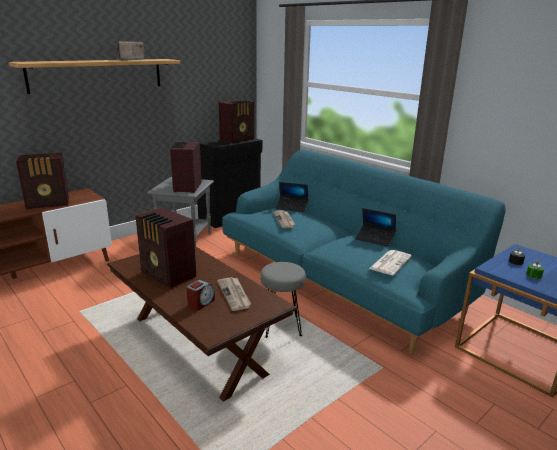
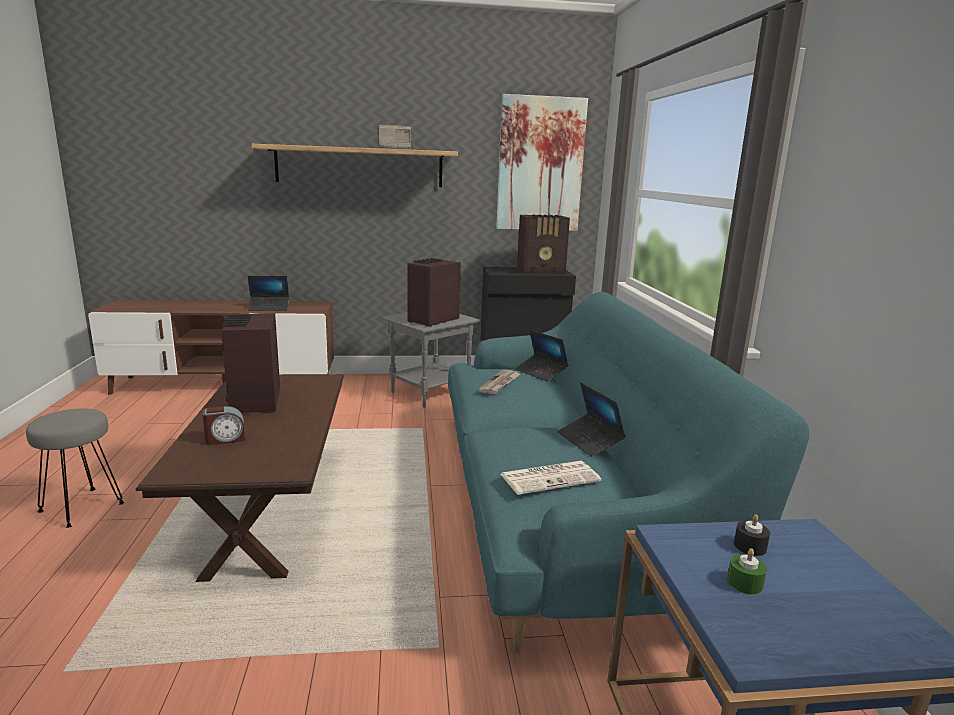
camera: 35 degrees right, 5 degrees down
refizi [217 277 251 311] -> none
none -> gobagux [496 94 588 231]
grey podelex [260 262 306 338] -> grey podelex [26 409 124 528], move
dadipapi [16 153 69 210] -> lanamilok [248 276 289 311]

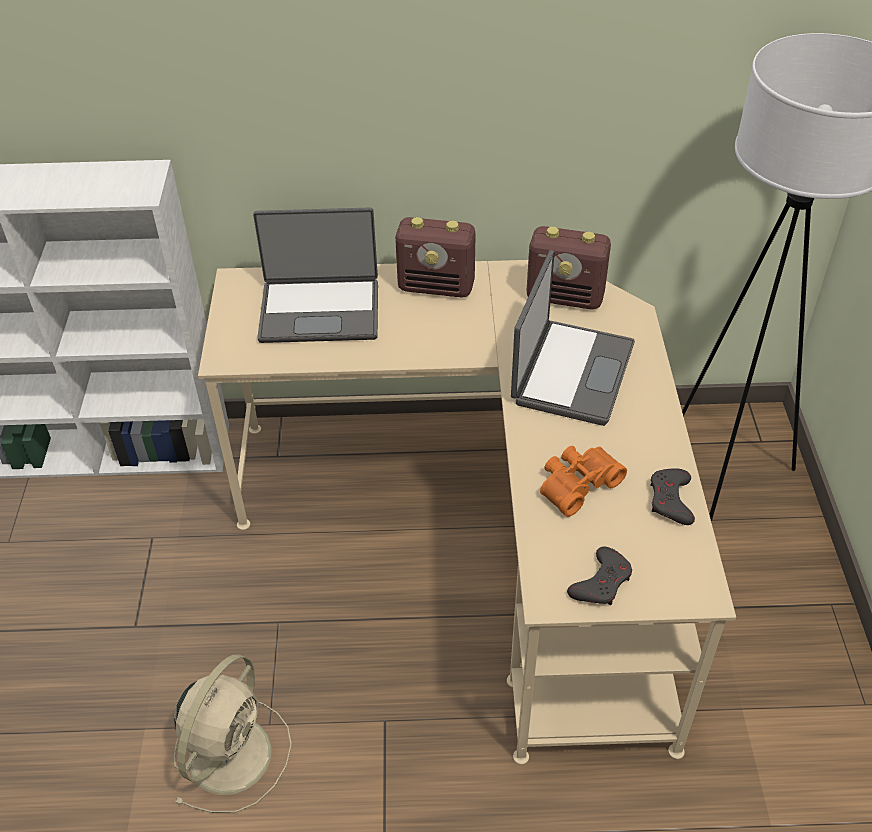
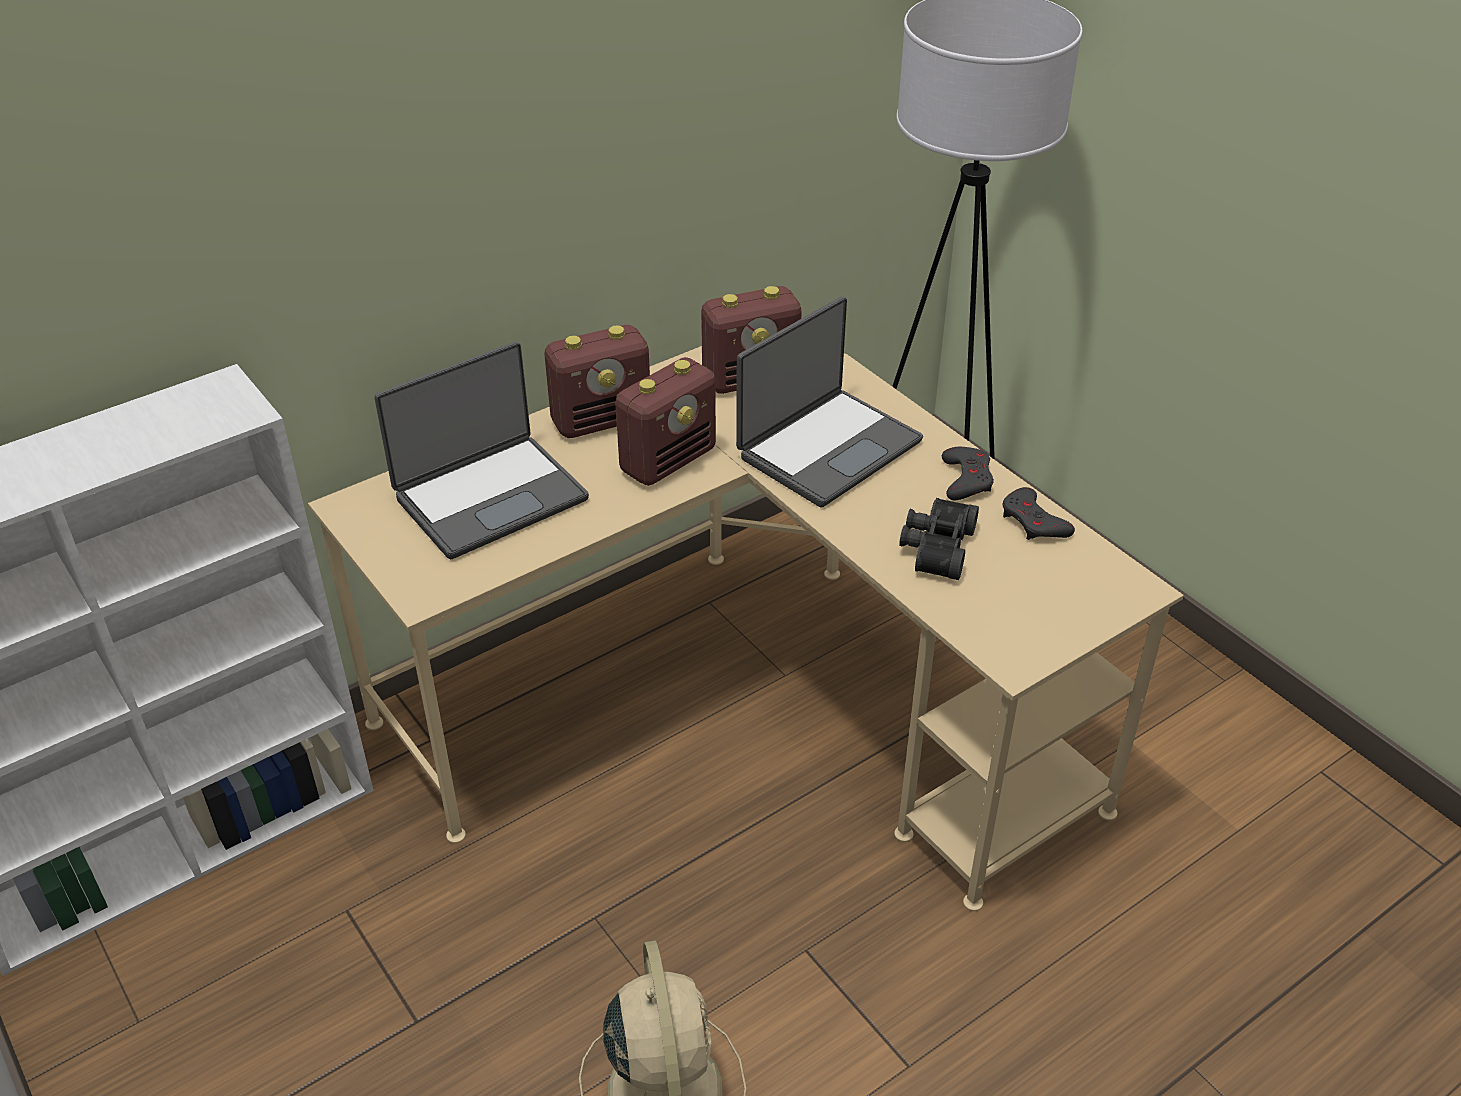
camera: 35 degrees left, 5 degrees down
none -> dadipapi [615 357 716 486]
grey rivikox [567 547 632 605] -> grey rivikox [942 447 994 500], move
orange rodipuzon [540 446 627 517] -> black rodipuzon [899 498 979 580]
lanamilok [511 250 635 426] -> lanamilok [736 297 923 508], 60 degrees clockwise

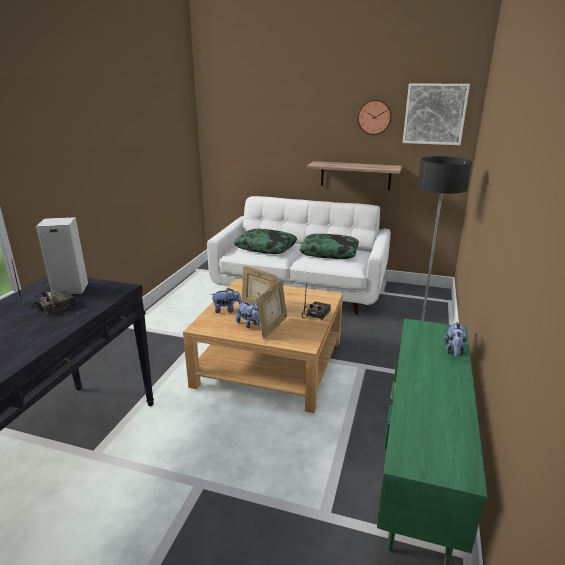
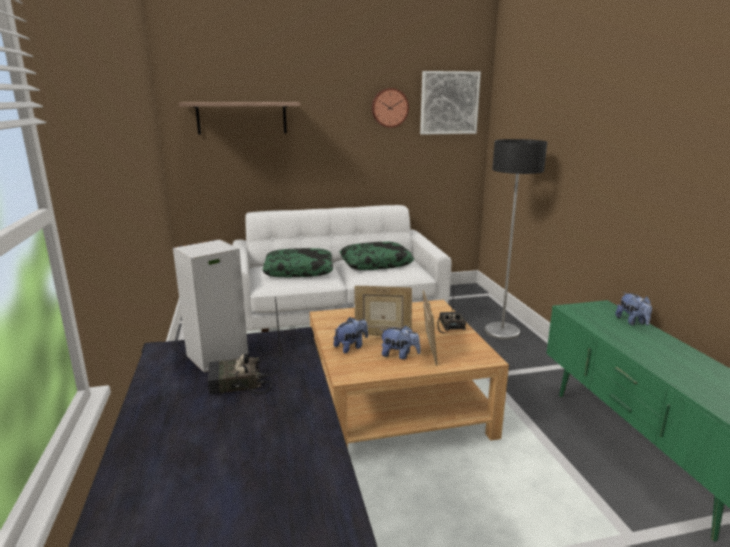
camera: 30 degrees left, 5 degrees down
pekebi [307 161 402 190] -> pekebi [179 102 300 135], move
dadipapi [12 261 76 315] -> dadipapi [208 297 282 395], 120 degrees counterclockwise

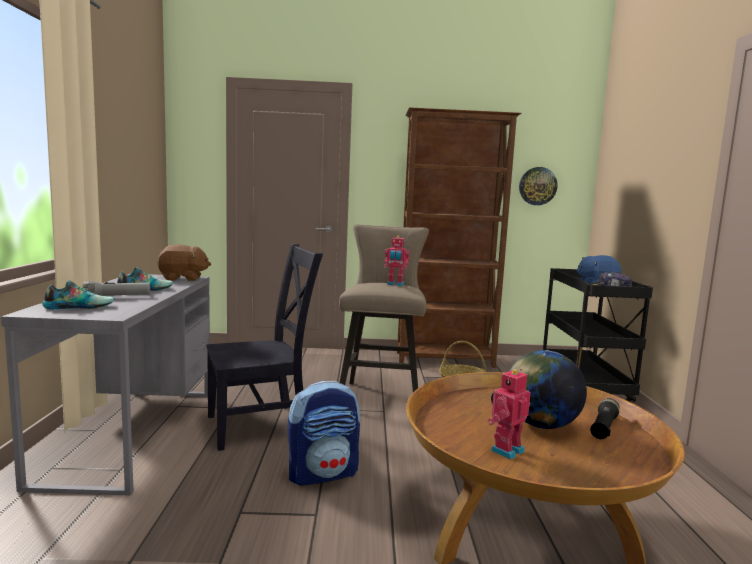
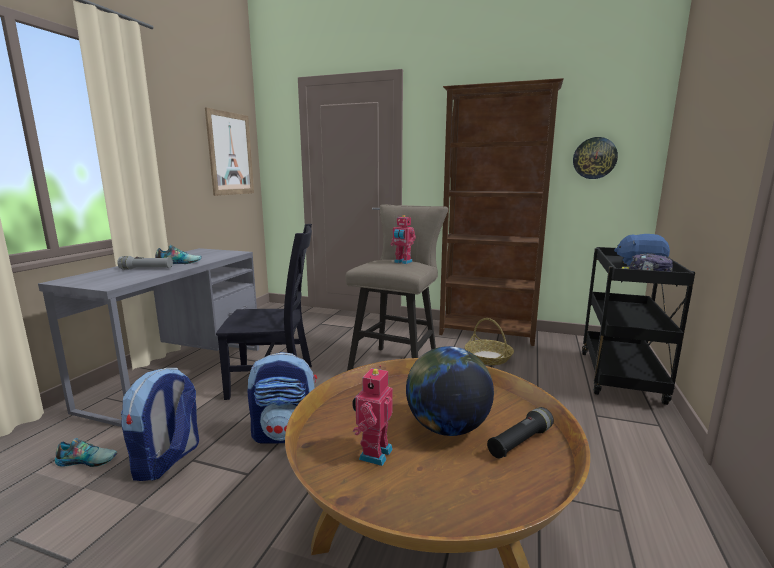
camera: 20 degrees right, 5 degrees up
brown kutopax [158 245 211 281] -> none
none -> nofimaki [121 368 199 481]
none -> gobagux [205 107 254 196]
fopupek [42 280 115 310] -> fopupek [55 438 117 467], move
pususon [488 369 531 460] -> pususon [352 366 393 466], 45 degrees counterclockwise

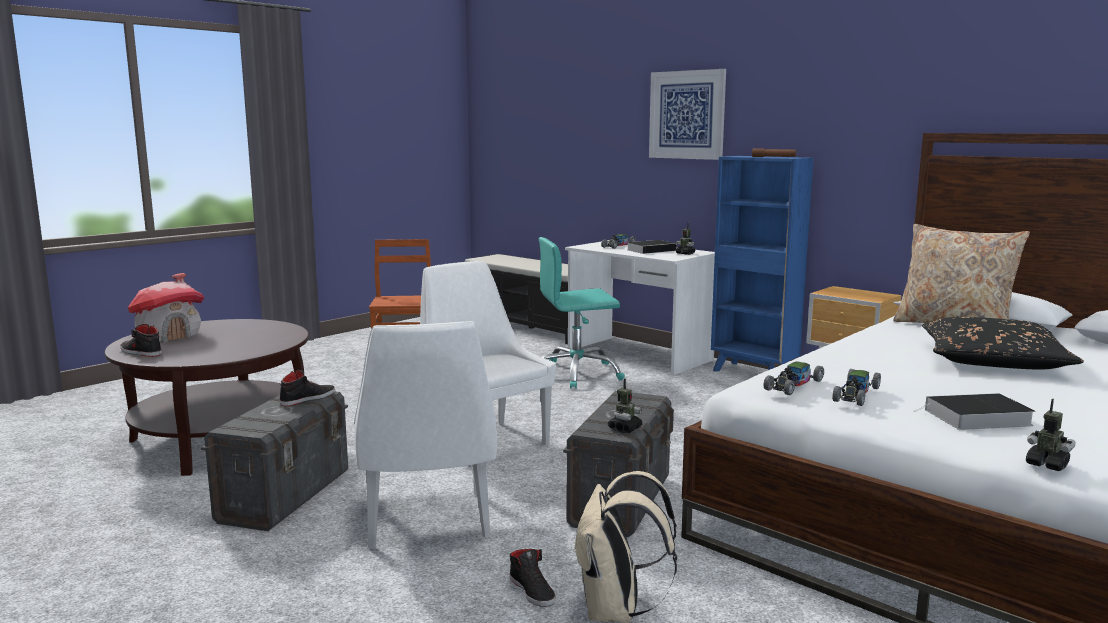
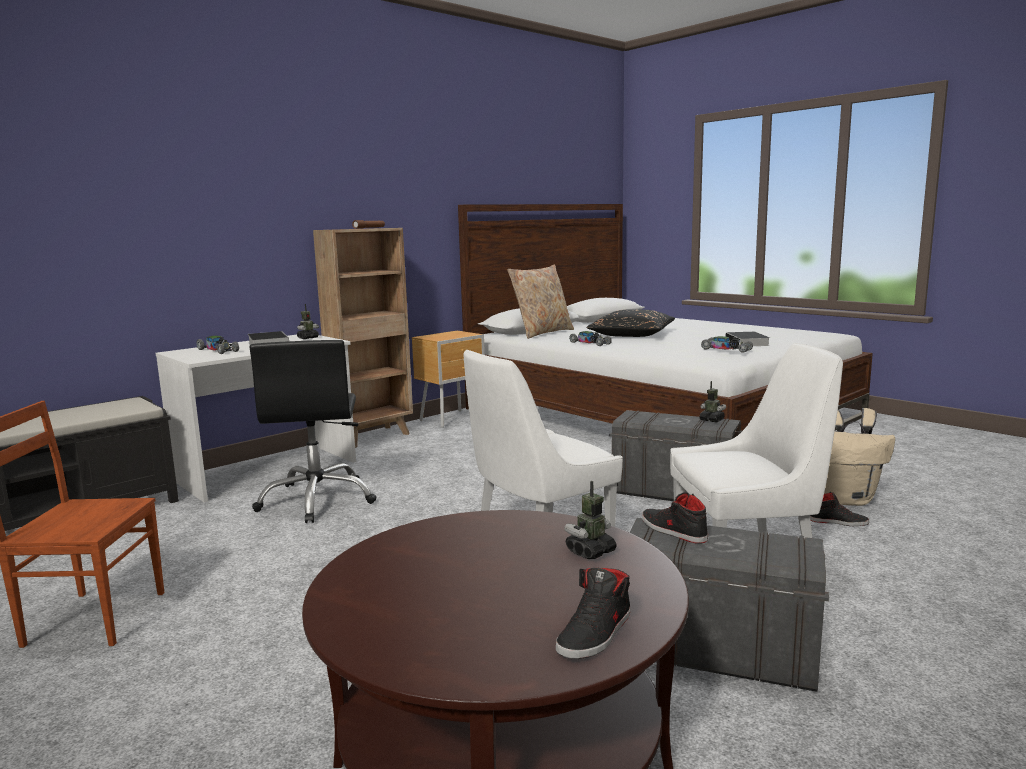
camera: 85 degrees left, 0 degrees up
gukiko [128 273 204 343] -> none
gobagux [649 69 726 160] -> none
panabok [764 361 824 395] -> panabok [569 331 612 346], move
pususon [1026 399 1076 471] -> pususon [564 481 617 559], move
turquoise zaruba [539 237 625 389] -> black zaruba [250 340 377 523]
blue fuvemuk [711 156 813 372] -> brown fuvemuk [313 228 413 448]
black fopupek [510 549 555 607] -> black fopupek [810 492 870 526], 45 degrees clockwise

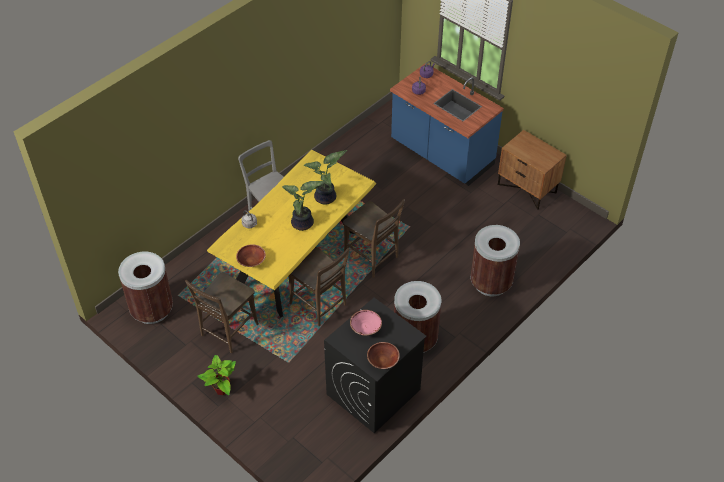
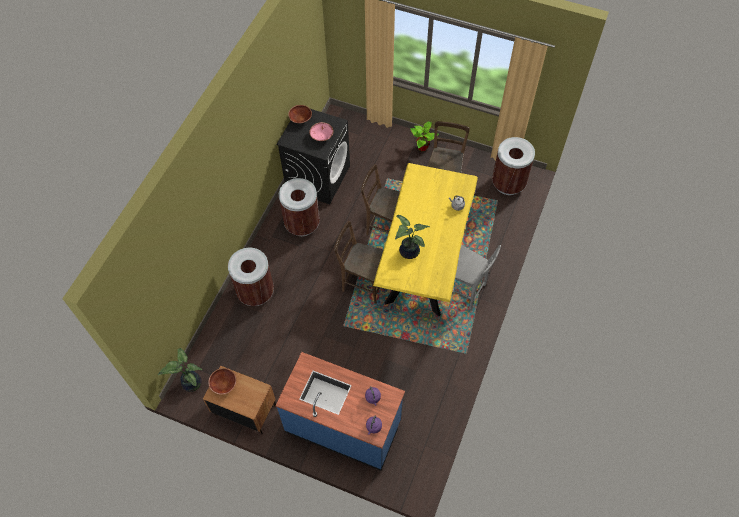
camera: 160 degrees right, 10 degrees up
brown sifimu [236 244 266 267] -> brown sifimu [208 368 236 395], move
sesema [282 181 327 231] -> sesema [158 348 202 392], move

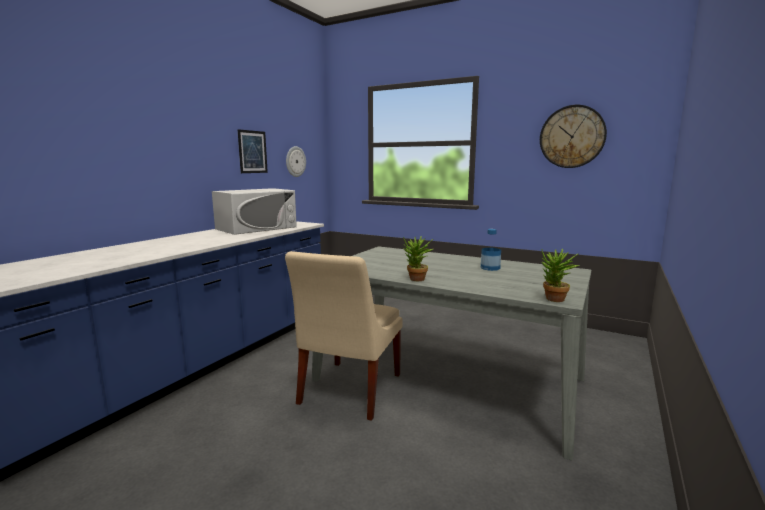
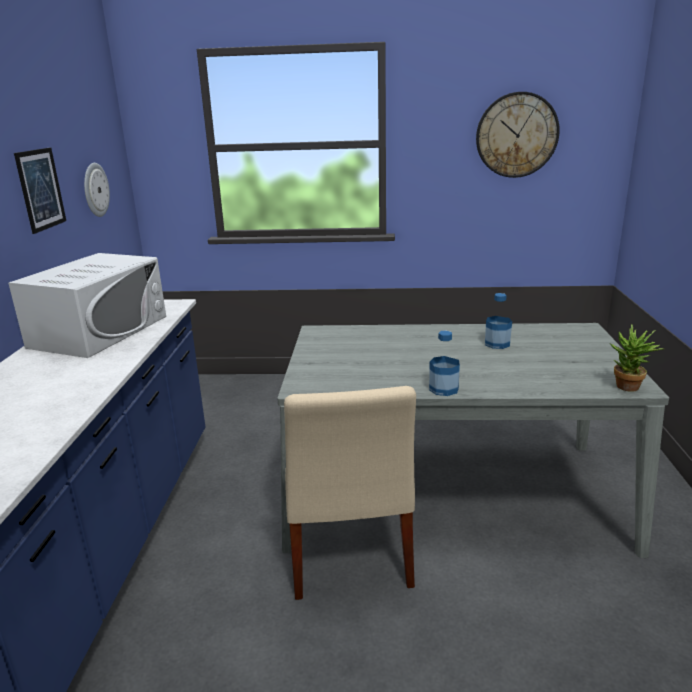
camera: 25 degrees left, 10 degrees up
sesema [403 236 434 281] -> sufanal [429 330 460 396]

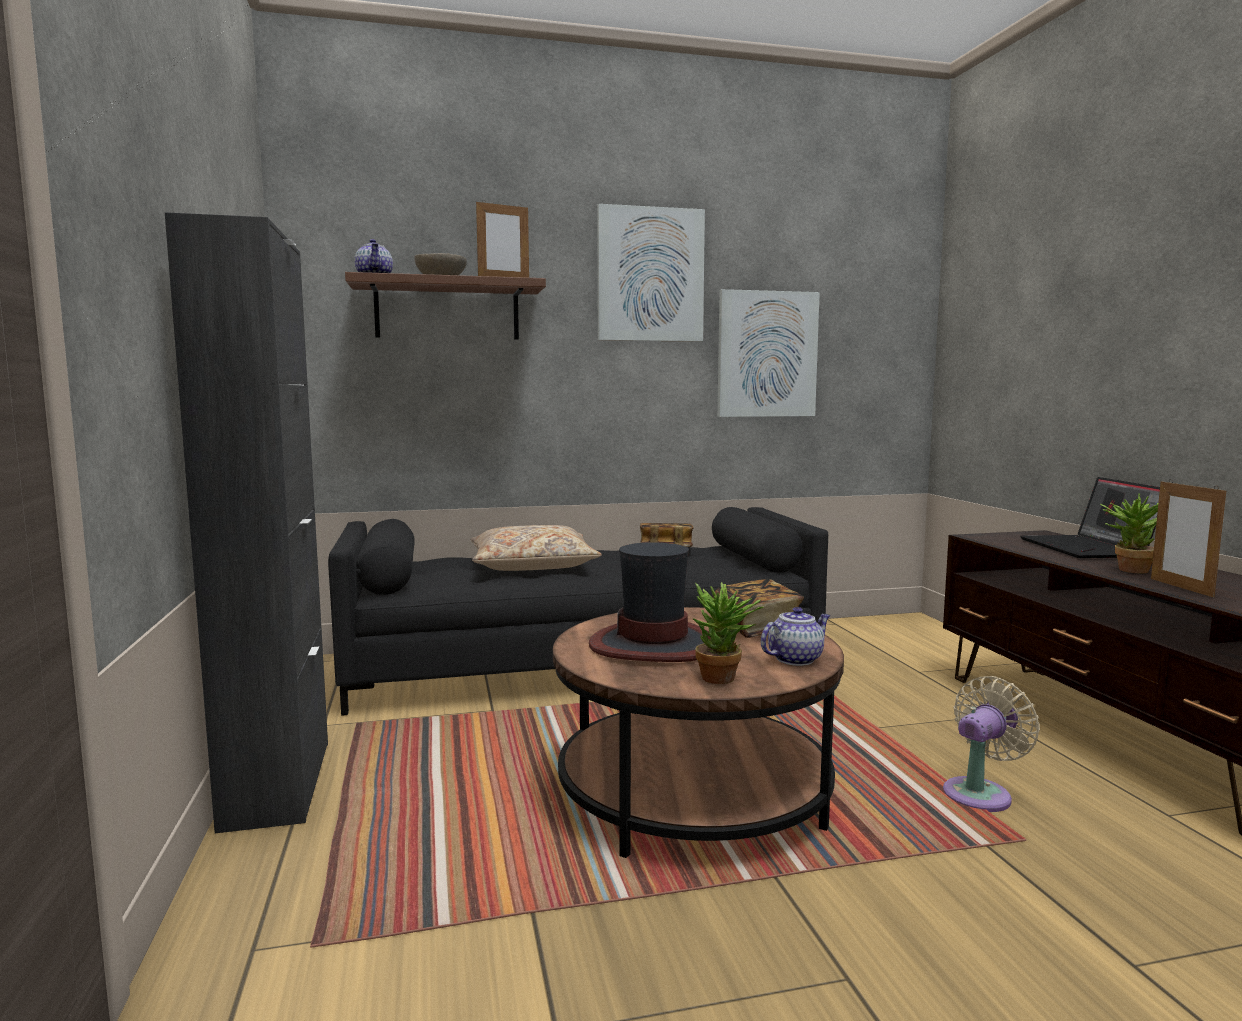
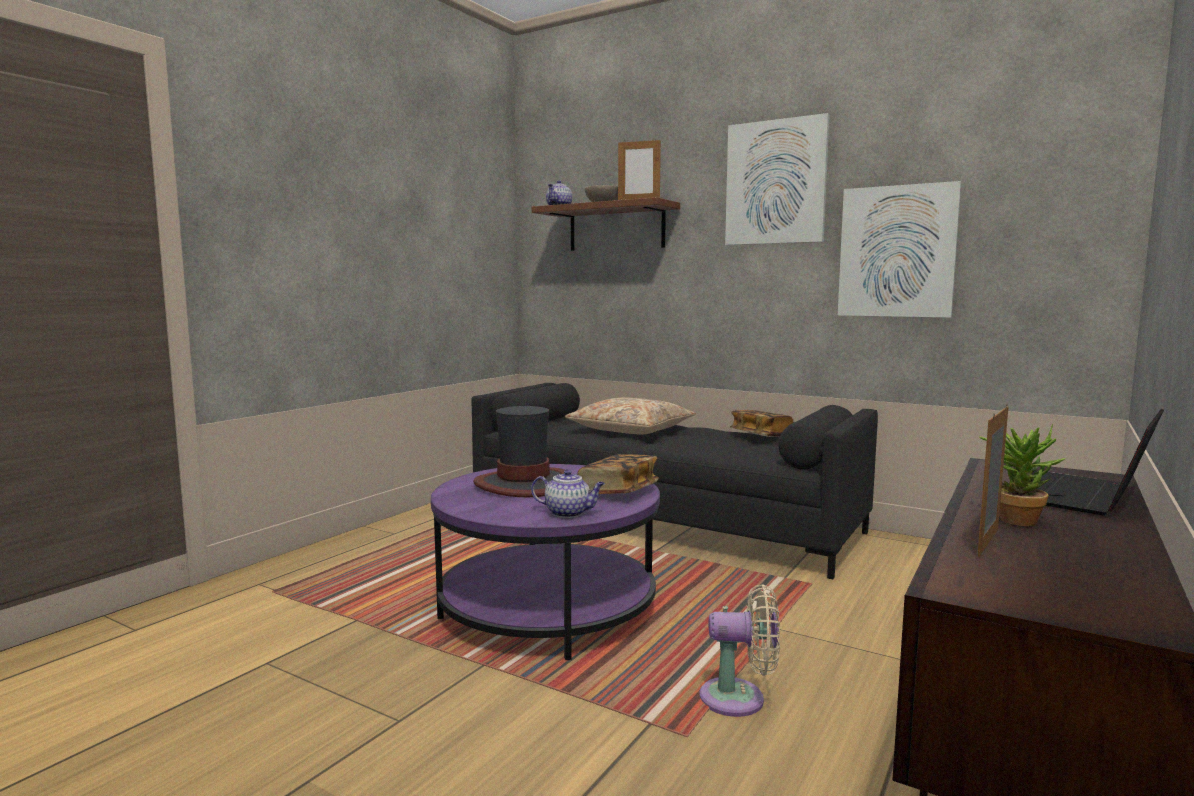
camera: 45 degrees right, 0 degrees up
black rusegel [165 212 328 833] -> none
sesema [692 582 764 684] -> none
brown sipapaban [553 607 844 858] -> purple sipapaban [431 464 660 660]

